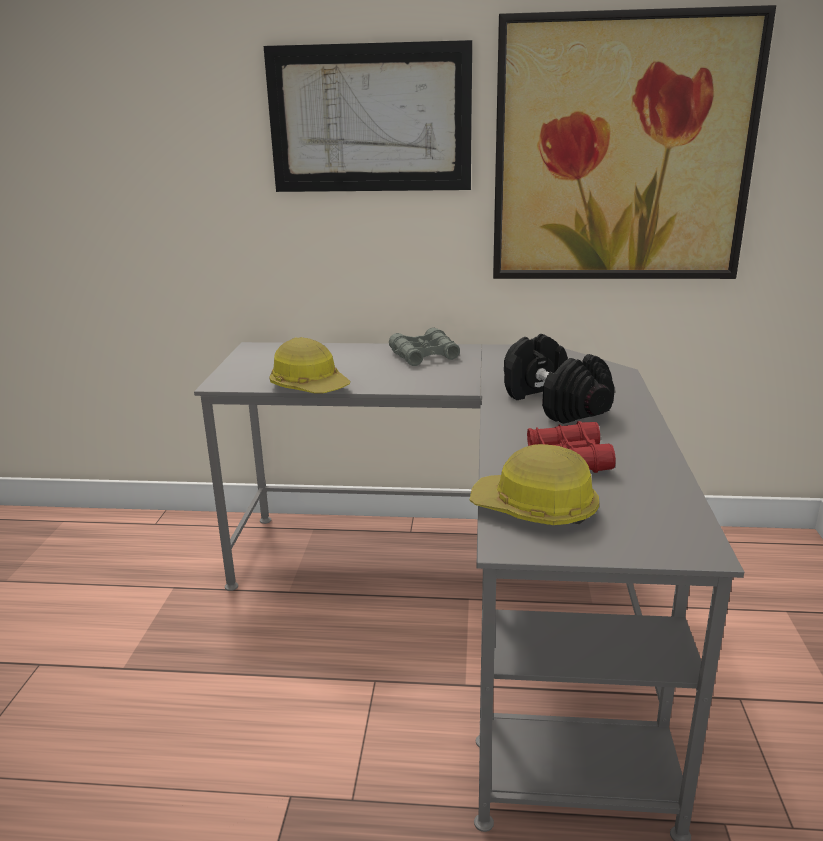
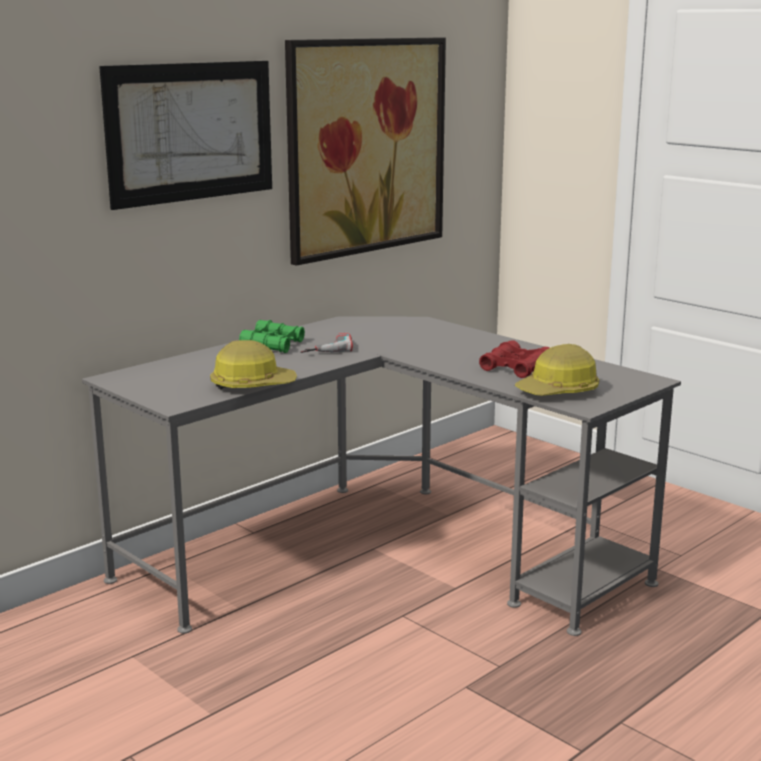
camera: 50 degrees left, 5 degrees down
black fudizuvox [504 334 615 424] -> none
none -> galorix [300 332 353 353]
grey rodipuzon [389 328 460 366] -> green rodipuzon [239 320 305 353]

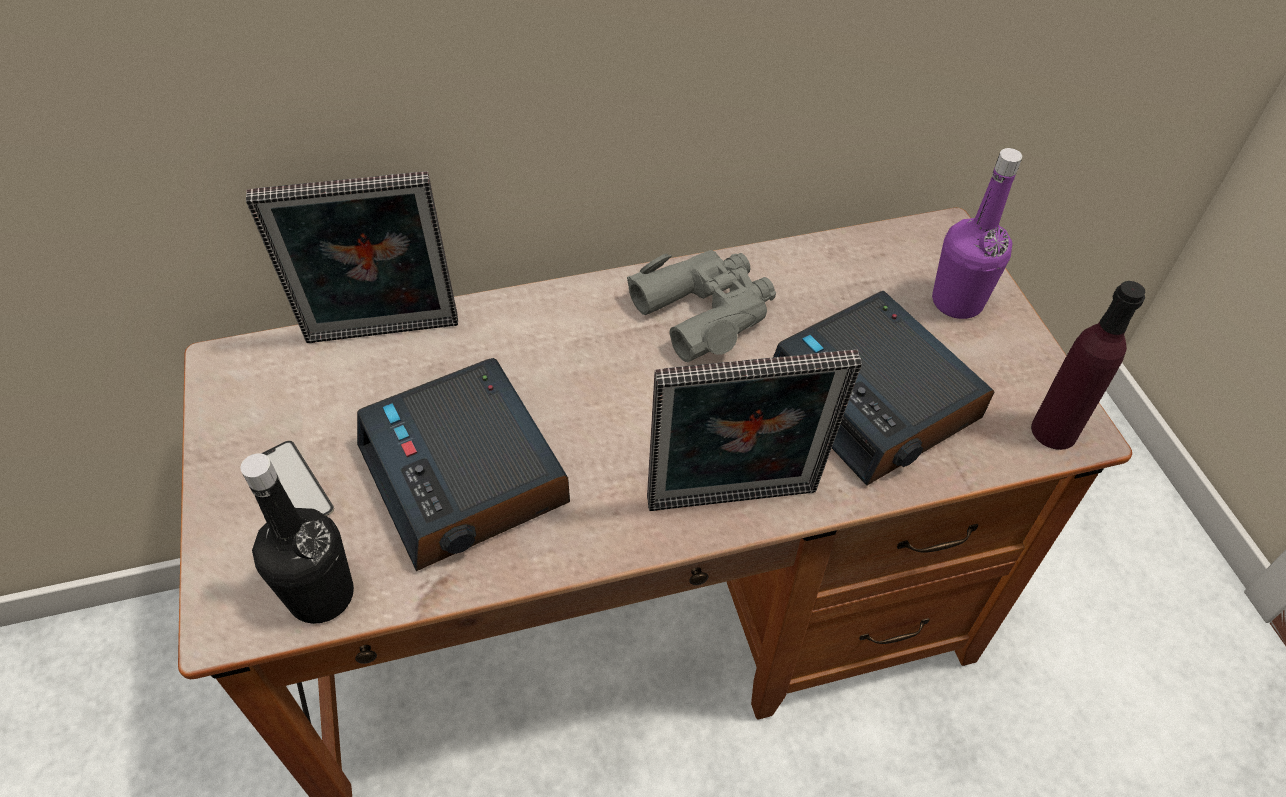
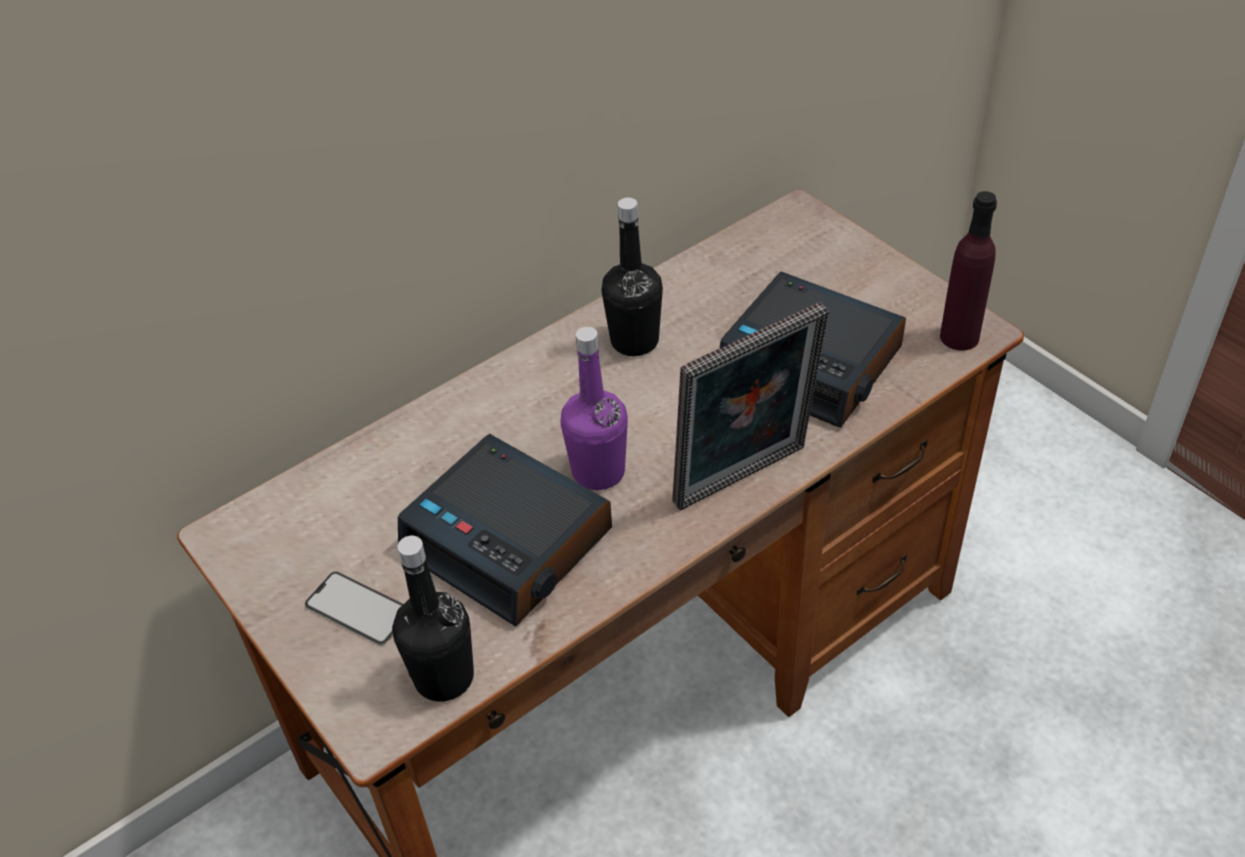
camera: 20 degrees left, 5 degrees down
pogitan [246 171 458 343] -> none
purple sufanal [932 148 1022 319] -> purple sufanal [560 327 628 490], move
grey rodipuzon [627 250 776 362] -> black sufanal [602 198 663 356]

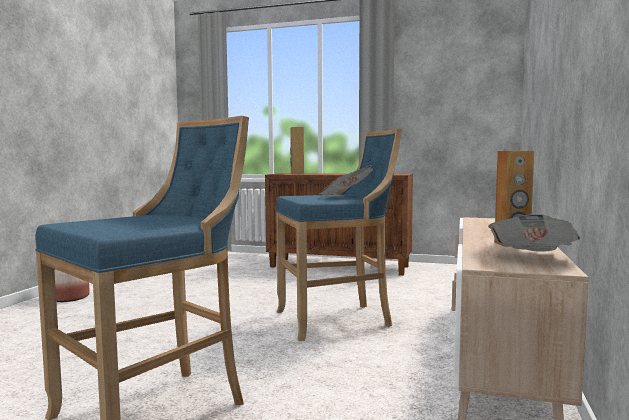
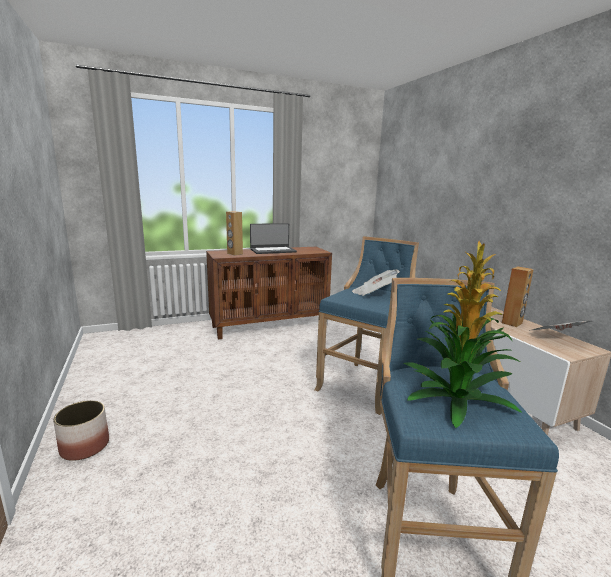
camera: 40 degrees left, 10 degrees up
none -> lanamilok [250 223 297 254]
none -> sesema [404 241 521 428]

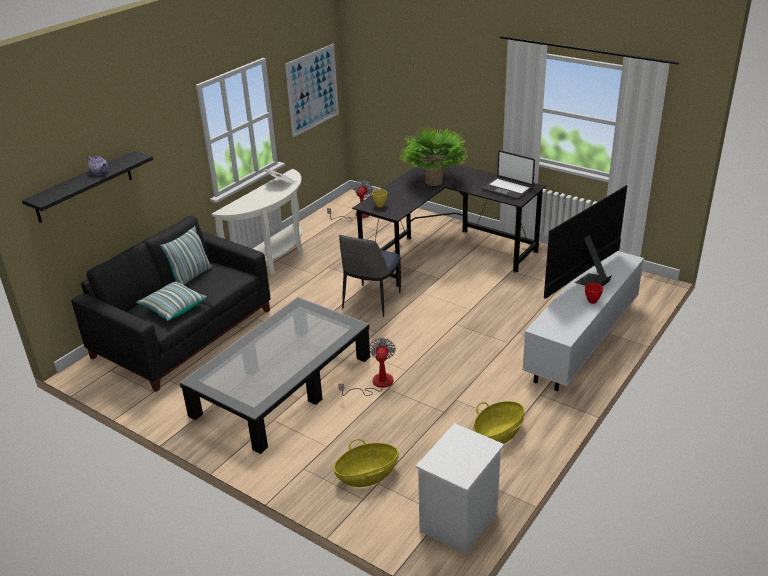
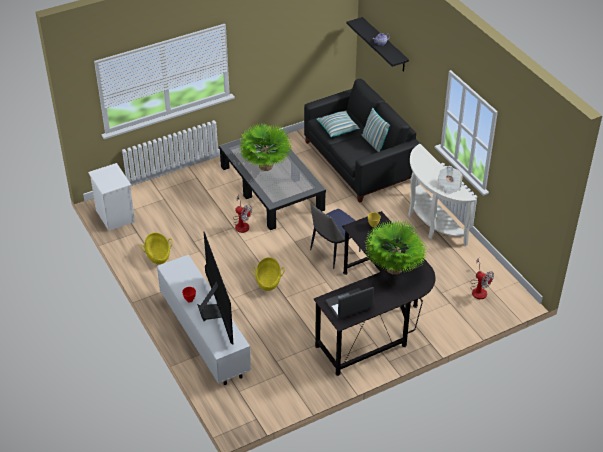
camera: 115 degrees right, 10 degrees up
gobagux [285 44 339 137] -> none
none -> sesema [239 123 293 171]
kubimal [334 439 399 487] -> kubimal [252 257 285 291], move
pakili [339 235 401 317] -> pakili [310 202 361 269], 90 degrees counterclockwise

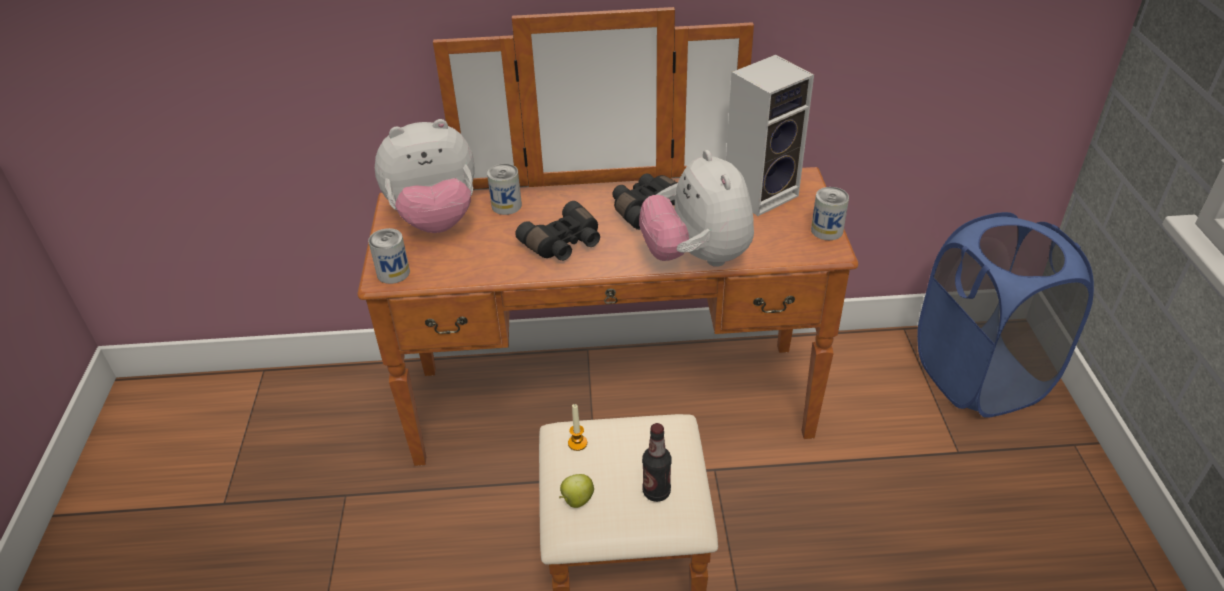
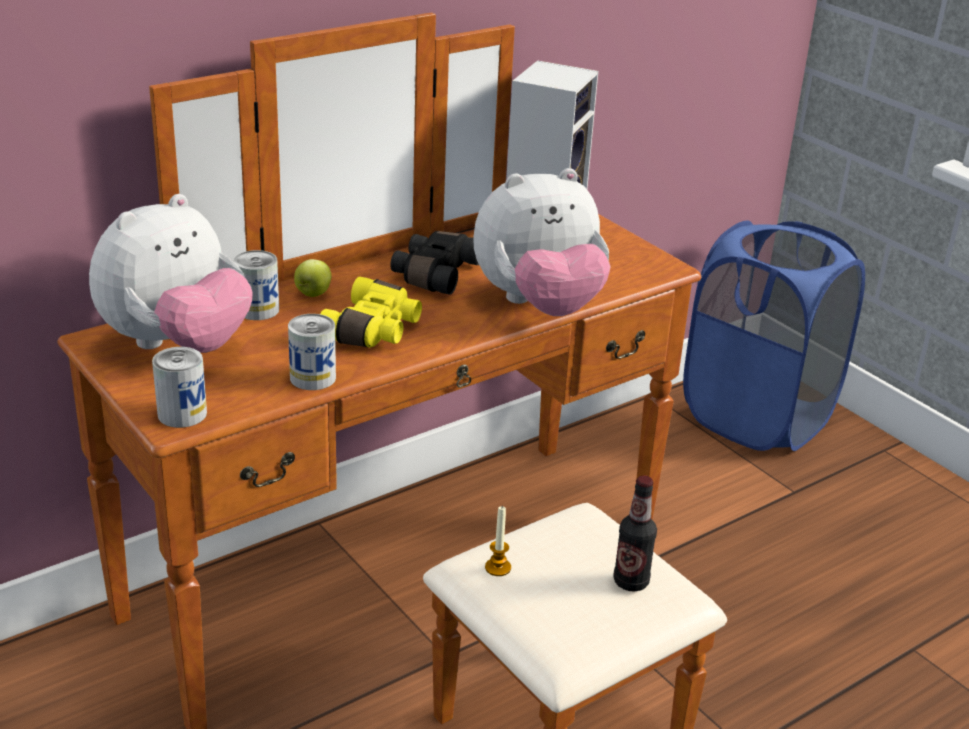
camera: 35 degrees left, 10 degrees down
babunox [559 474 594 508] -> babunox [294 259 332 297], move
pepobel [811 187 849 240] -> pepobel [288 314 336 390], move
black rodipuzon [515 201 600 261] -> yellow rodipuzon [320 277 422 347]
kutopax [639 150 754 267] -> kutopax [473 168 611 316], 60 degrees counterclockwise

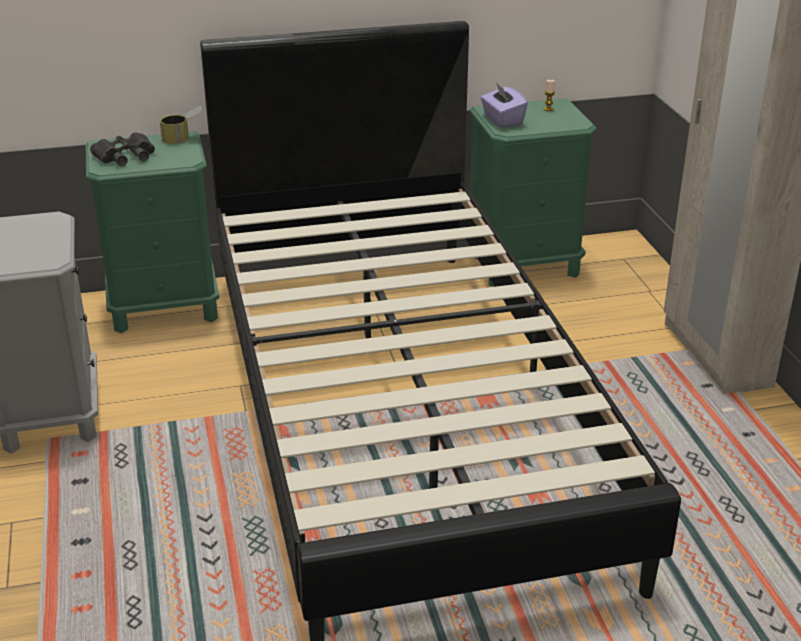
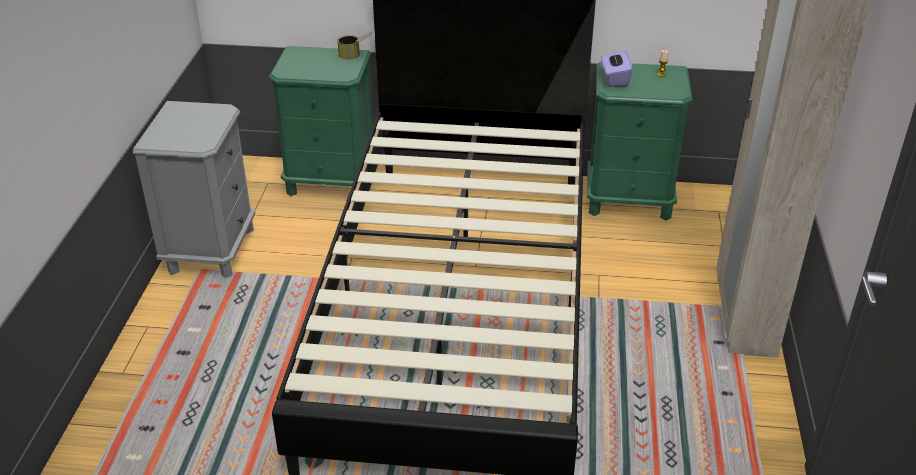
camera: 20 degrees right, 5 degrees up
black rodipuzon [90 132 155 166] -> none

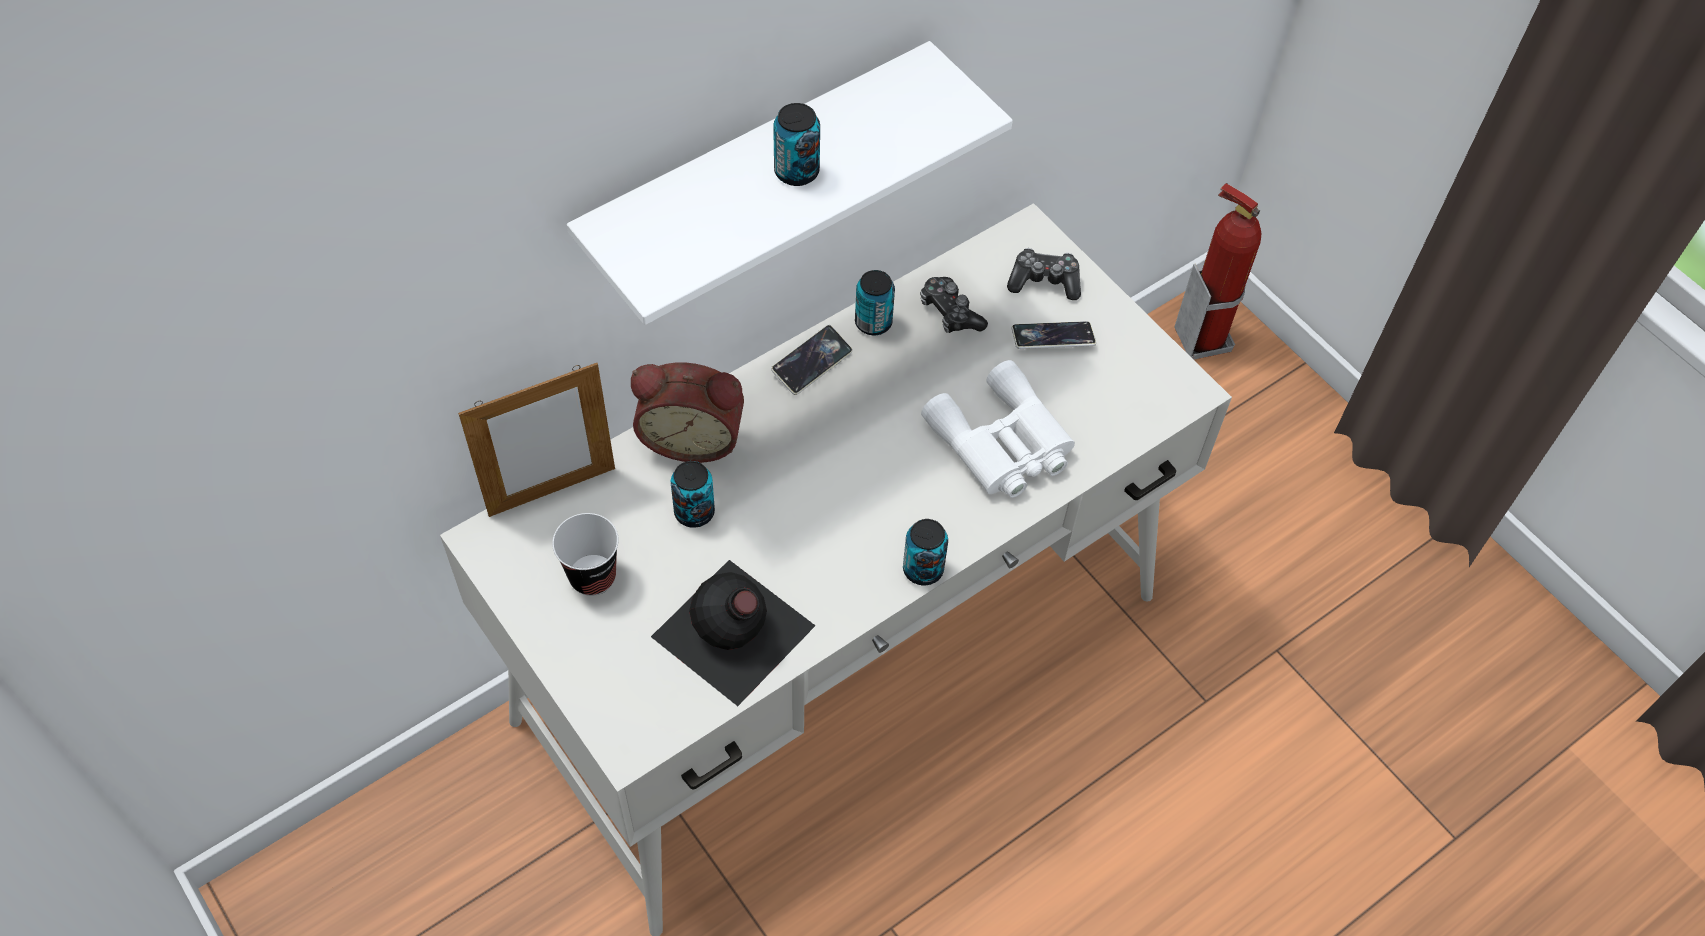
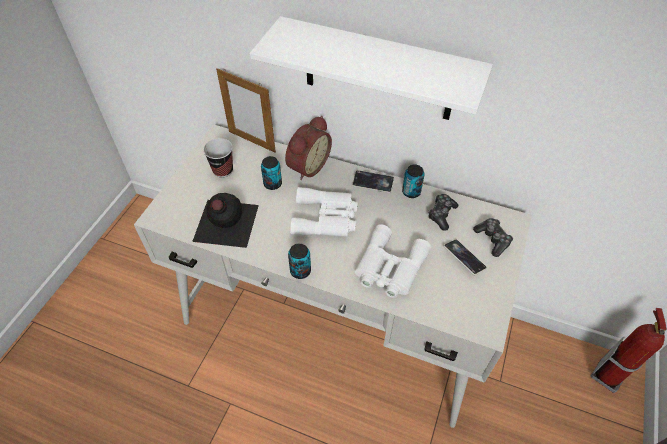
camera: 60 degrees right, 5 degrees down
pepobel [773 103 820 186] -> none
none -> white rodipuzon [290 187 358 237]
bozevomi [631 362 744 463] -> bozevomi [285 116 332 180], 120 degrees counterclockwise

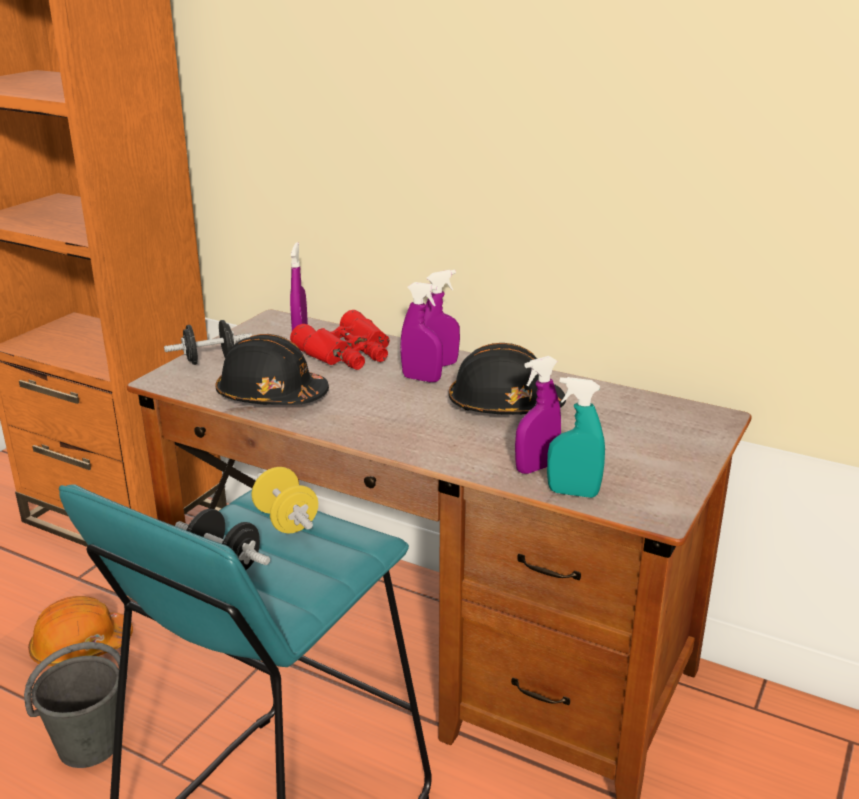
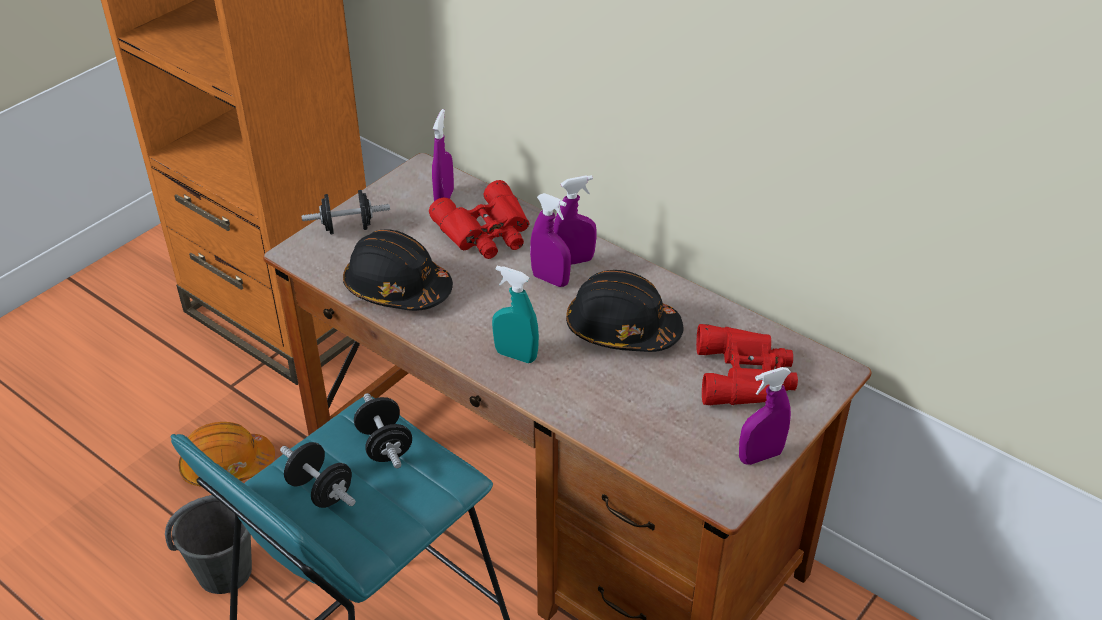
camera: 10 degrees right, 15 degrees up
none -> red rodipuzon [696 324 798 405]
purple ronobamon [515 356 561 474] -> purple ronobamon [739 367 791 465], move
turquoise ronobamon [547 377 605 498] -> turquoise ronobamon [492 266 539 363], move
yellow fudizuvox [252 467 318 533] -> black fudizuvox [354 393 412 468]

